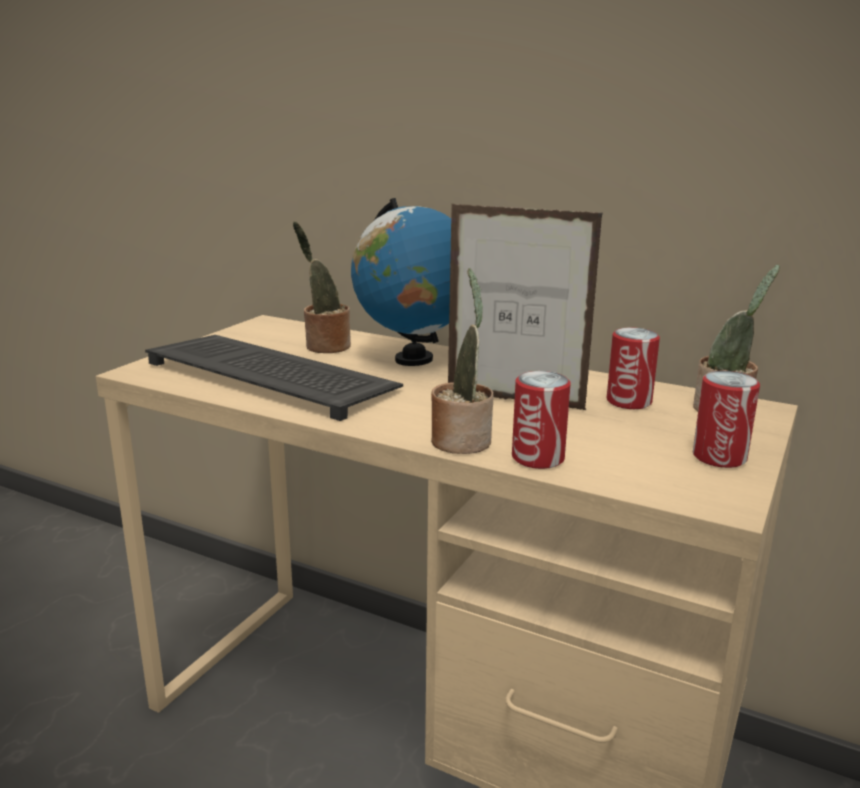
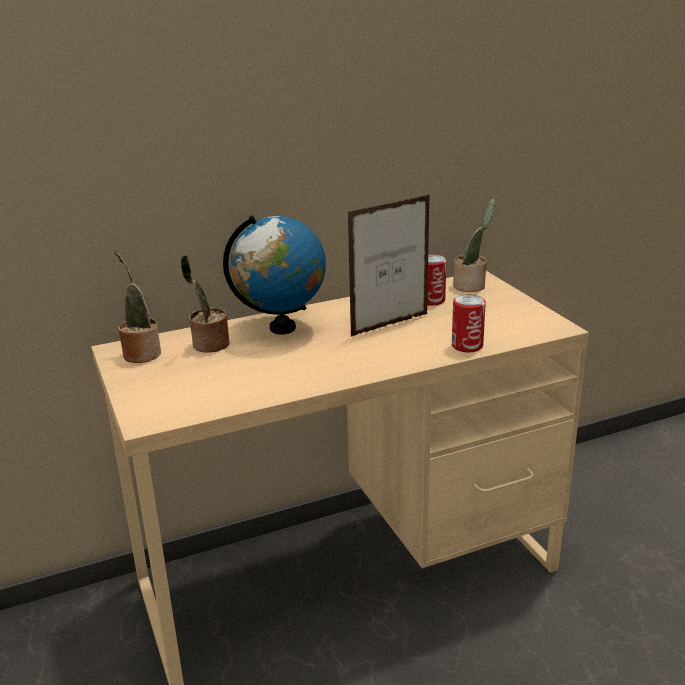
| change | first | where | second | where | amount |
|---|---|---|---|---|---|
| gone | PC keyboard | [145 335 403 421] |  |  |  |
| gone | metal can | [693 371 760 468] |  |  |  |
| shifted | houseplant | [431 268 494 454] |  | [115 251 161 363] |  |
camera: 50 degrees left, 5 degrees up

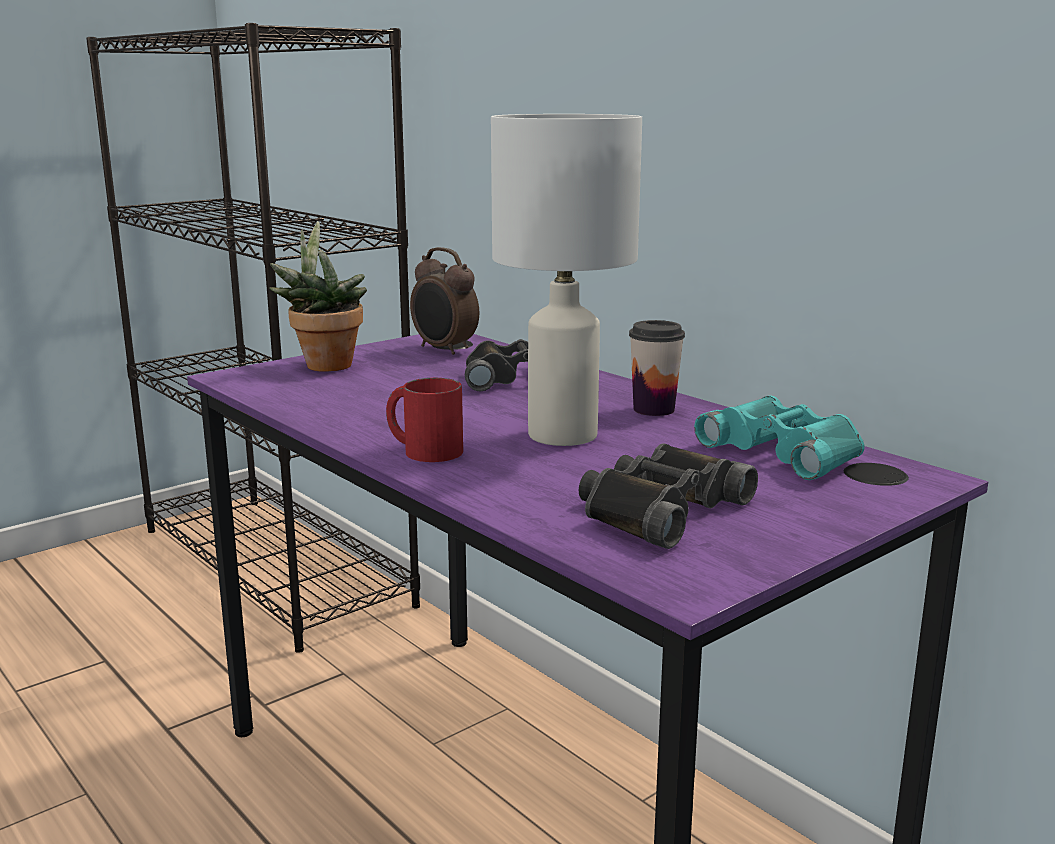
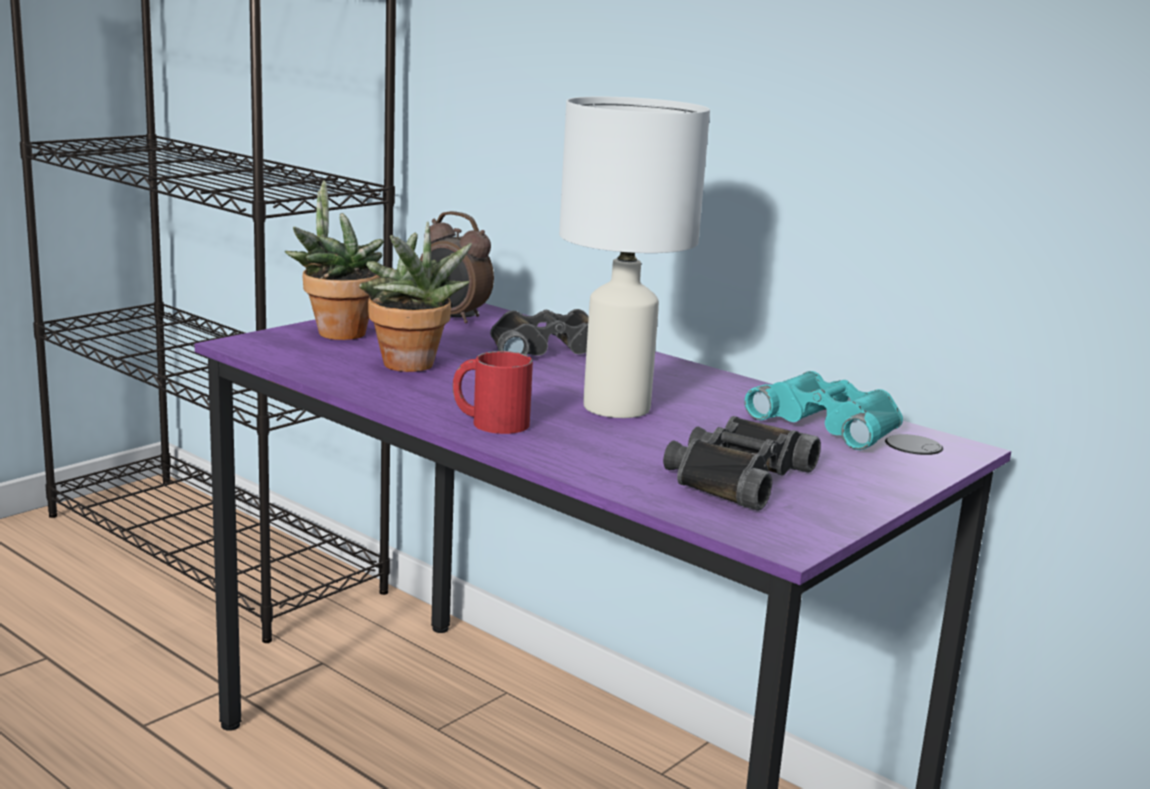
| change | first | where | second | where | amount |
|---|---|---|---|---|---|
| gone | cup | [629 320 685 416] |  |  |  |
| new |  |  | houseplant | [359 222 472 372] |  |
camera: 10 degrees left, 0 degrees up

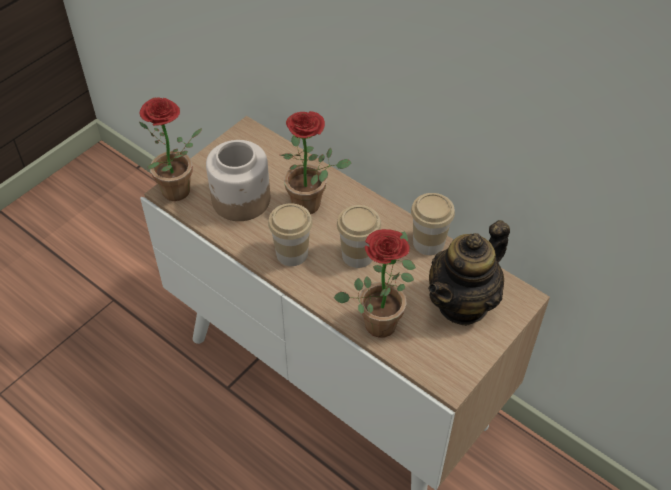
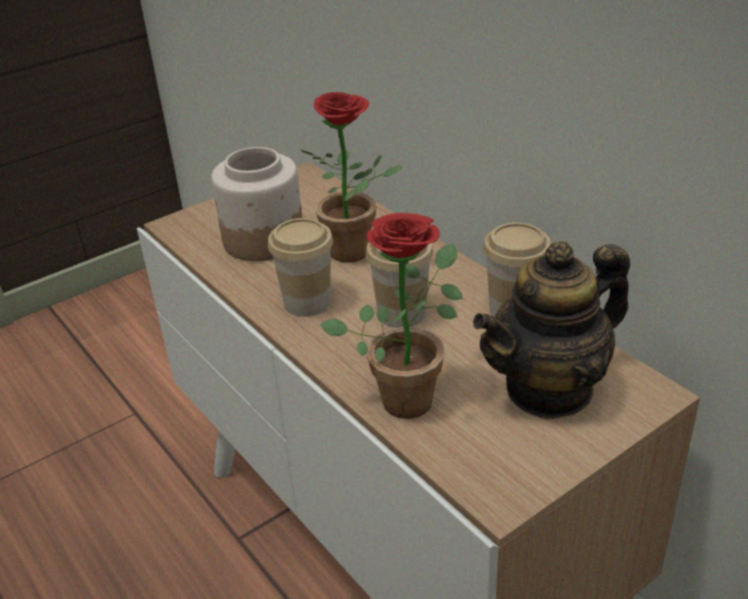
| change | first | where | second | where | amount |
|---|---|---|---|---|---|
| gone | houseplant | [139 97 202 201] |  |  |  |
camera: 15 degrees right, 15 degrees down

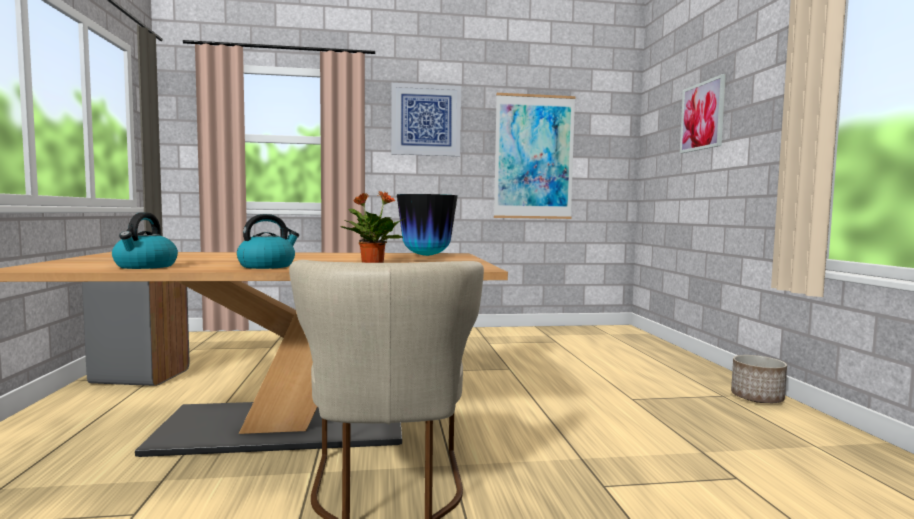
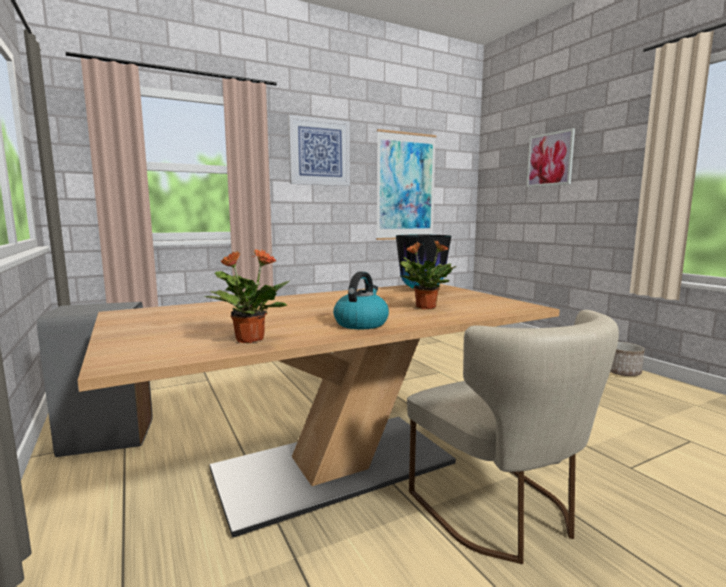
| change | first | where | second | where | amount |
|---|---|---|---|---|---|
| swapped | kettle | [112 212 178 269] | houseplant | [204 249 289 343] |  |
camera: 20 degrees left, 5 degrees up

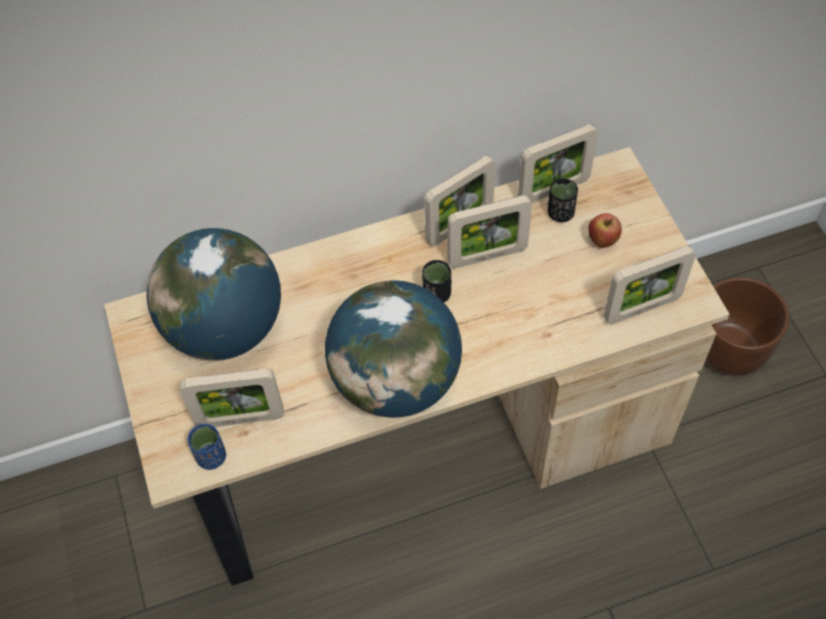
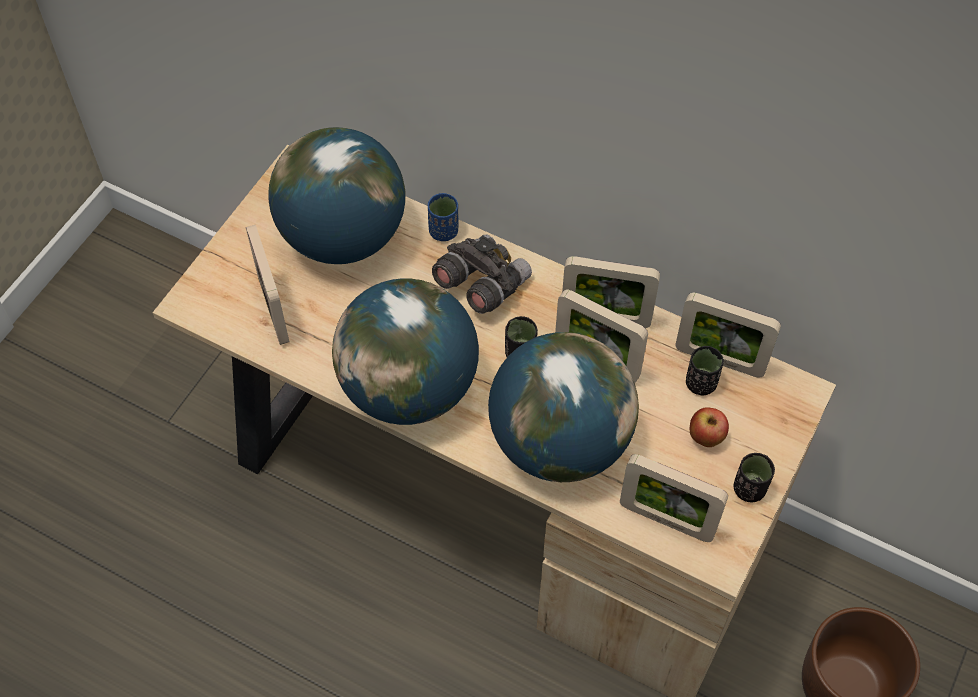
| change | first | where | second | where | amount |
|---|---|---|---|---|---|
| new |  |  | grey field glasses | [432 235 532 314] |  |
| new |  |  | world globe | [488 332 639 482] |  |
| new |  |  | black cup | [733 453 775 502] |  |
| shifted | blue cup | [188 424 226 470] |  | [428 193 459 241] |  |
| rotated | standing frame | [180 369 284 427] |  | [246 225 289 345] | 150 degrees counterclockwise |
camera: 45 degrees right, 0 degrees up

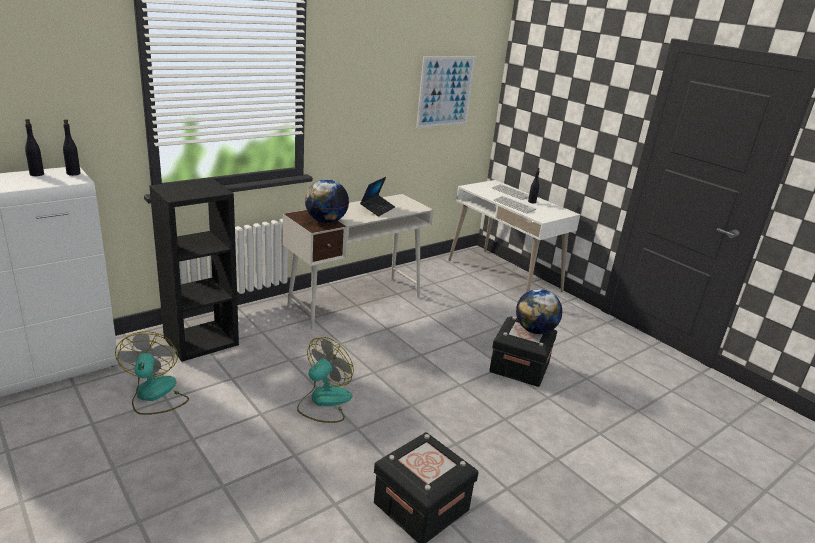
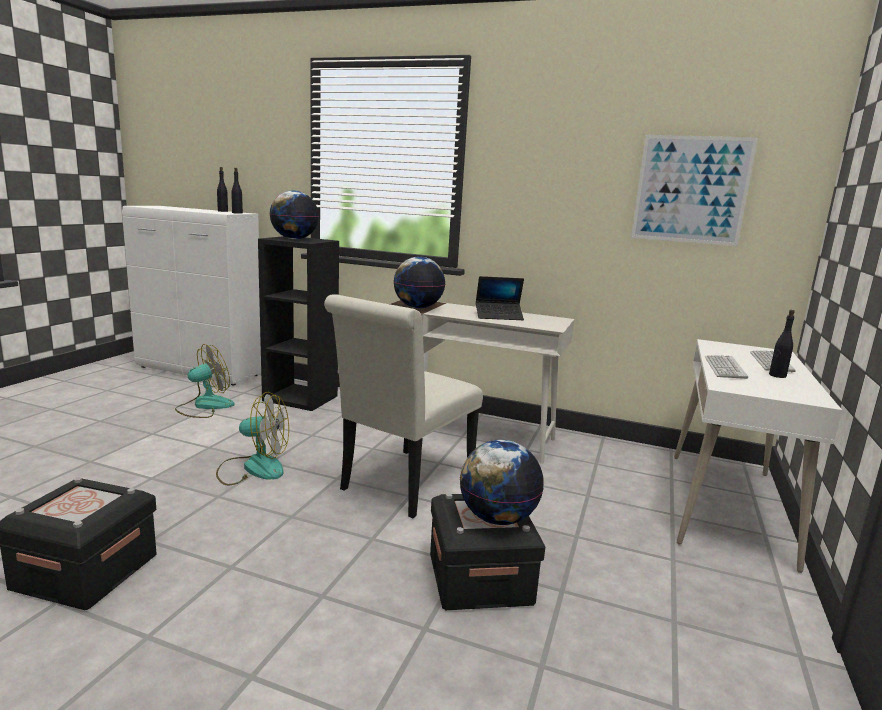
| change | first | where | second | where | amount |
|---|---|---|---|---|---|
| new |  |  | world globe | [270 191 319 239] |  |
| new |  |  | white chair | [324 294 483 518] |  |
camera: 60 degrees right, 10 degrees down

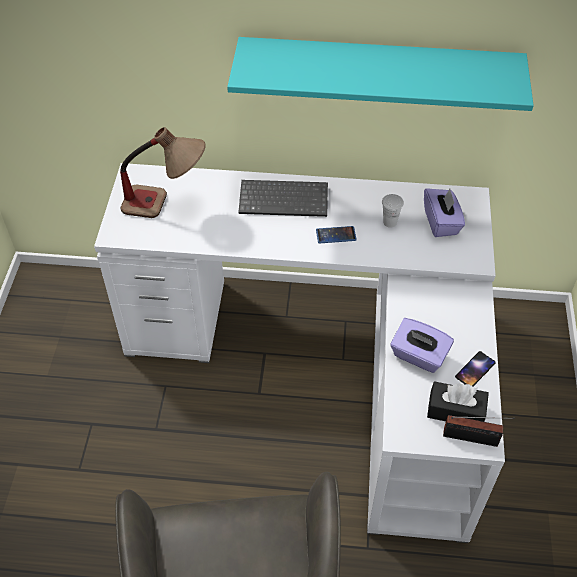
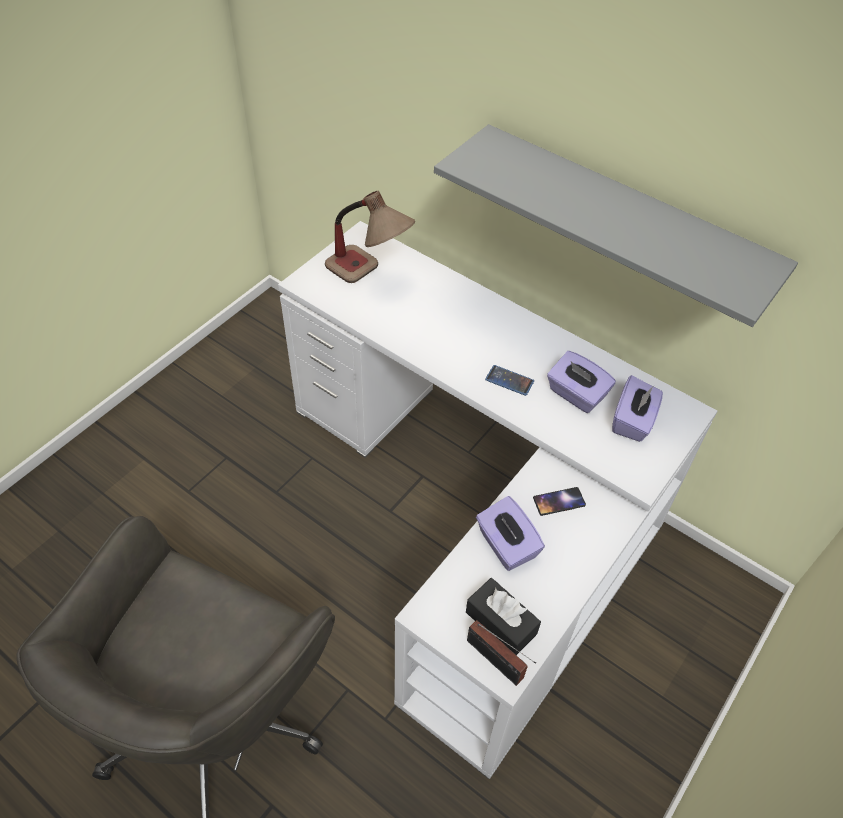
| change | first | where | second | where | amount |
|---|---|---|---|---|---|
| gone | PC keyboard | [238 180 328 217] |  |  |  |
| shifted | phone | [455 351 496 386] |  | [533 487 586 516] |  |
| swapped | white cup | [382 194 404 228] | purple tissue box | [547 351 616 413] |  |
| repainted | turquoise-coloured wall shelf | [227 37 534 111] | grey wall shelf | [434 124 798 327] |  |
camera: 30 degrees right, 0 degrees up

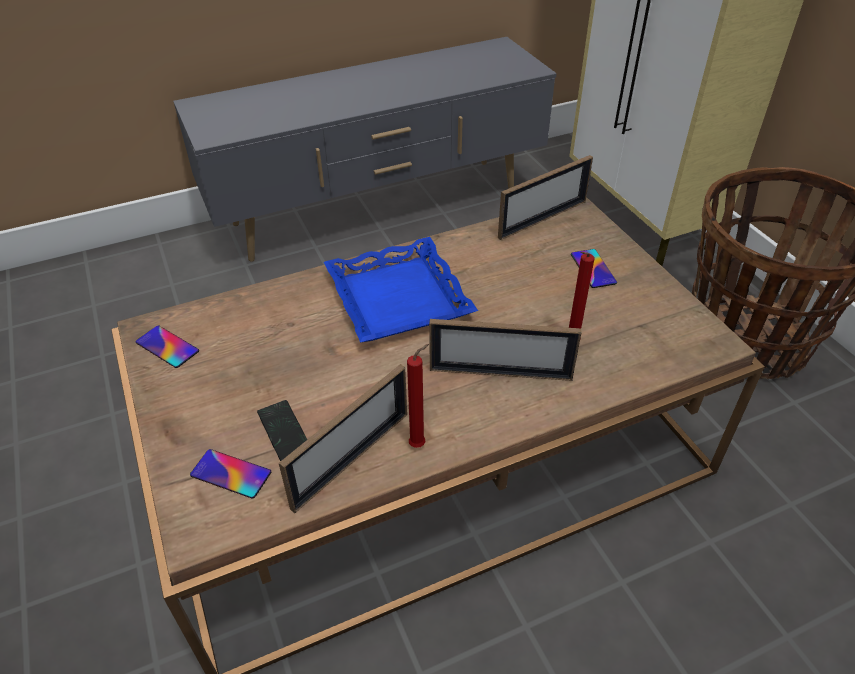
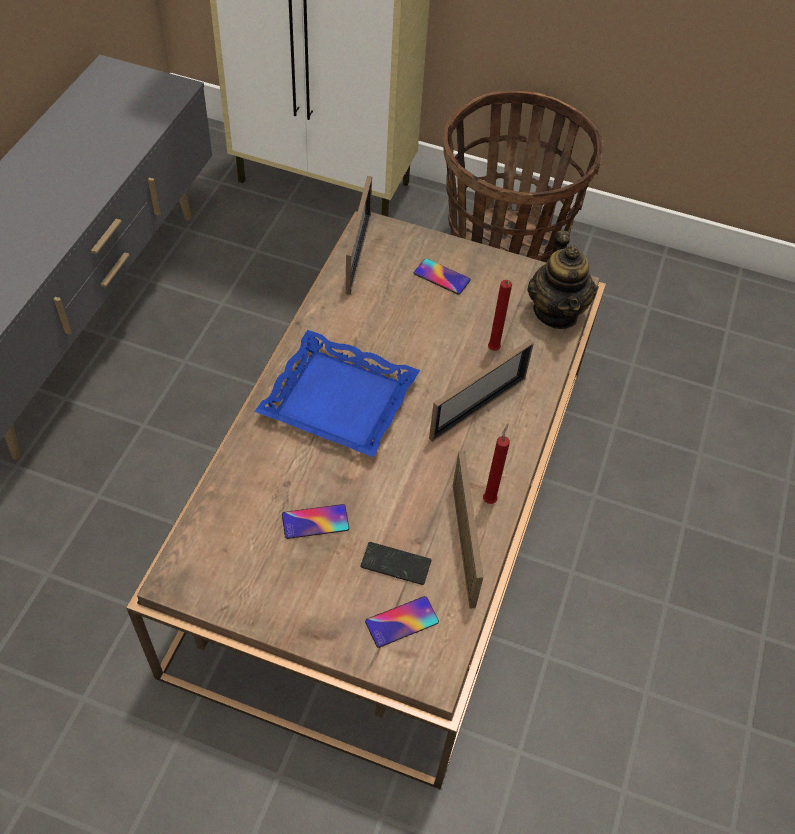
| change | first | where | second | where | amount |
|---|---|---|---|---|---|
| new |  |  | pot for tea | [527 231 597 329] |  |
| shifted | phone | [135 326 199 368] |  | [282 504 349 539] |  |
camera: 50 degrees left, 10 degrees up

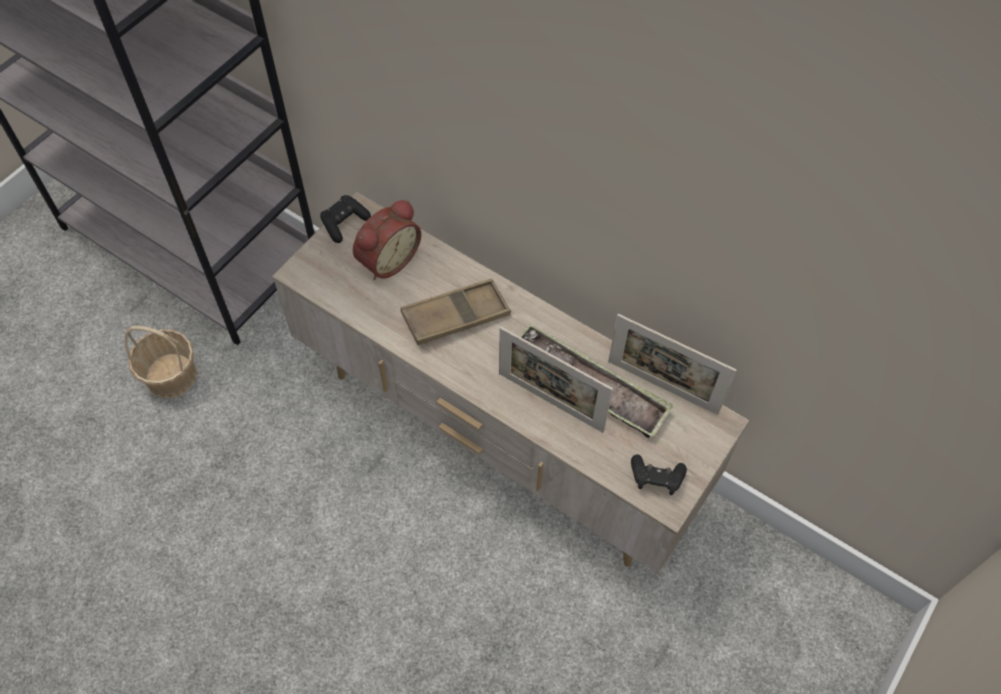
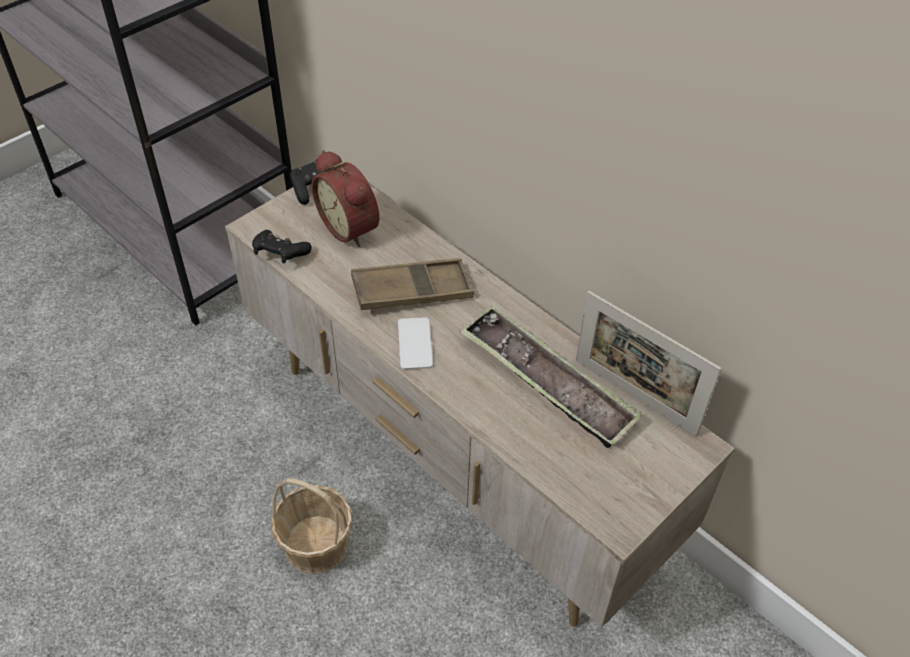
| change | first | where | second | where | amount |
|---|---|---|---|---|---|
| gone | standing frame | [499 327 613 433] |  |  |  |
| new |  |  | phone | [398 317 433 370] |  |
| shifted | household basket | [125 326 197 399] |  | [271 478 352 575] |  |
| shifted | black joypad | [631 454 687 495] |  | [252 230 312 264] |  |
| rotated | alarm clock | [353 200 421 280] |  | [311 150 379 247] | 90 degrees clockwise |
camera: 10 degrees right, 10 degrees down

